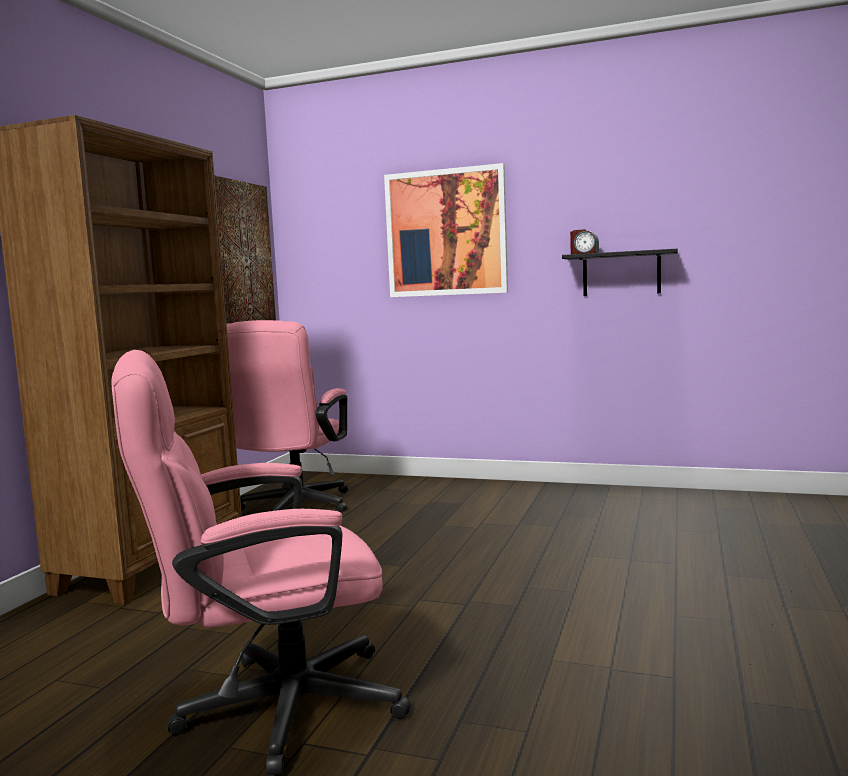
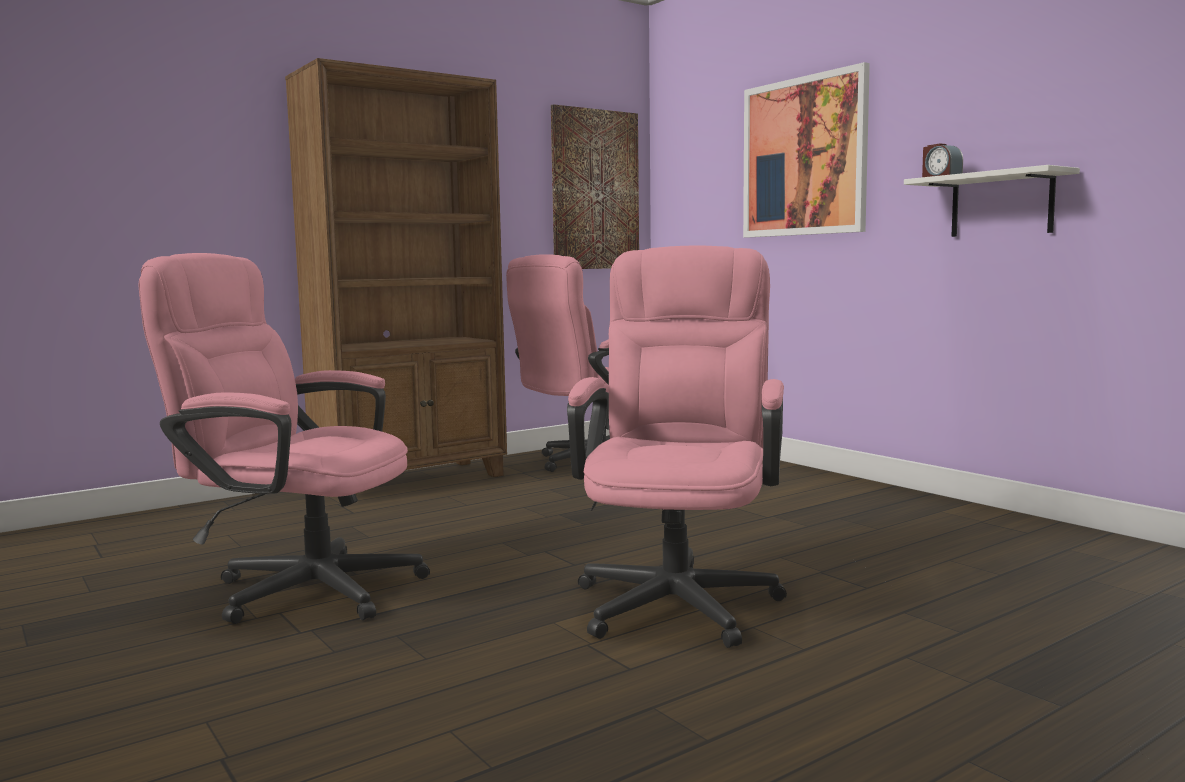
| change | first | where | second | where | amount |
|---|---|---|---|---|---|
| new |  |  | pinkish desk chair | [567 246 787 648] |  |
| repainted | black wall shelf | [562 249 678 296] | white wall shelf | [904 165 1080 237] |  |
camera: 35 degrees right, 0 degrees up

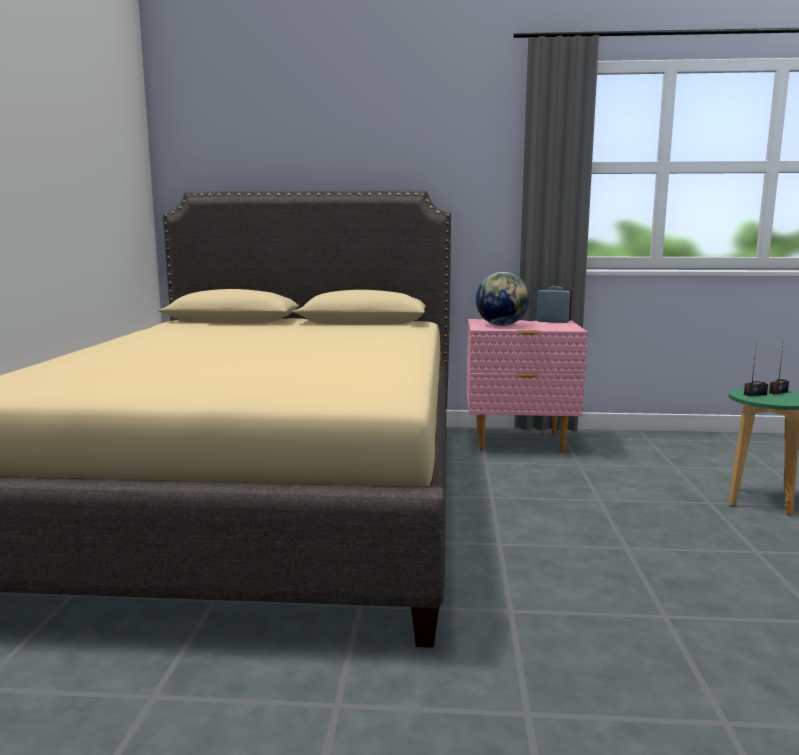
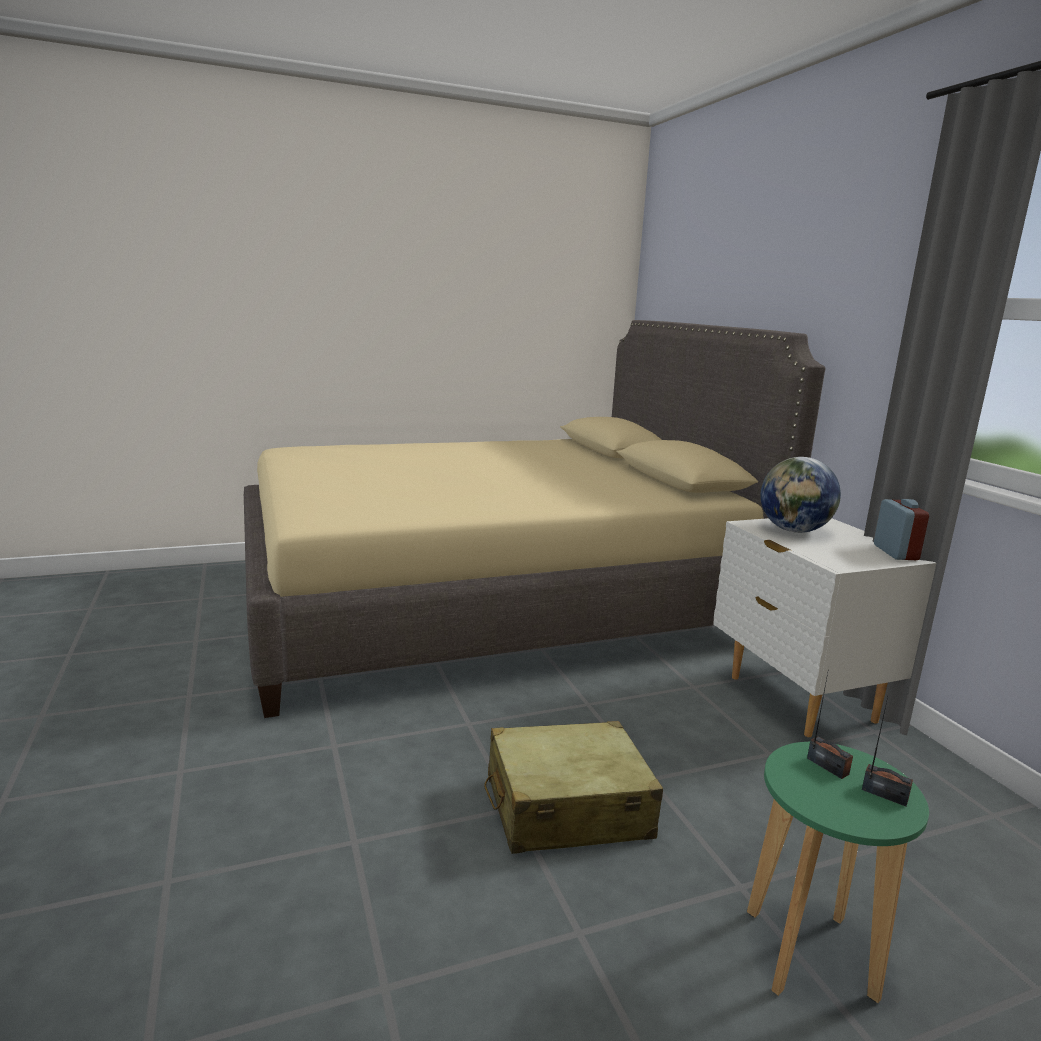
| change | first | where | second | where | amount |
|---|---|---|---|---|---|
| new |  |  | beige travel case | [484 721 663 854] |  |
| repainted | pinkish night table | [466 319 587 452] | white night table | [713 518 936 737] |  |
camera: 65 degrees right, 5 degrees up

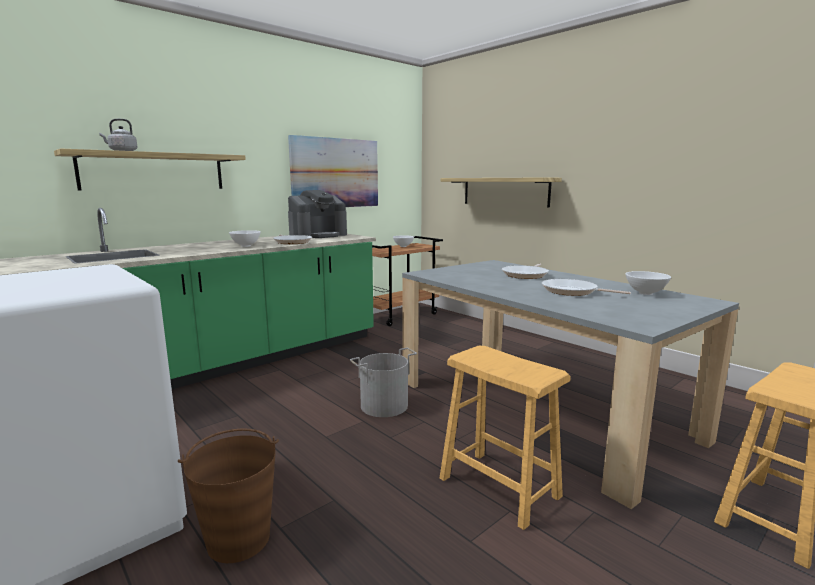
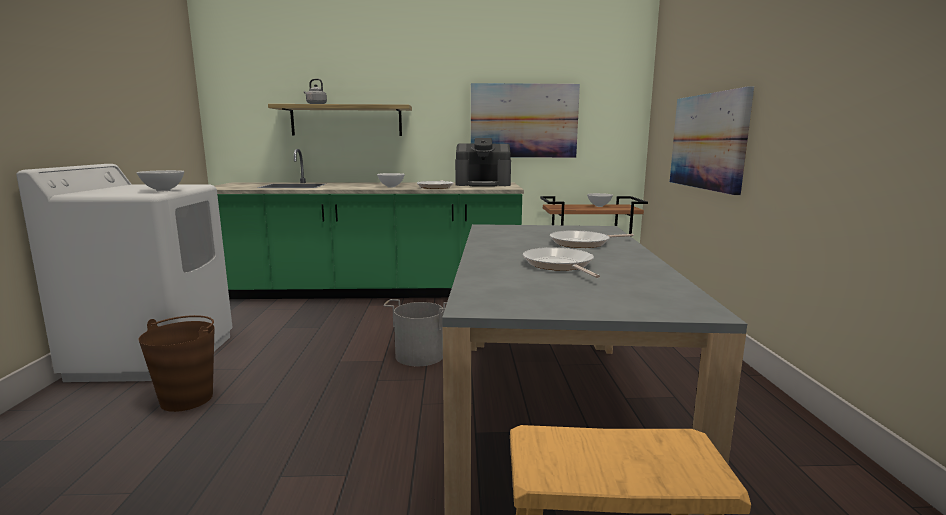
| change | first | where | second | where | amount |
|---|---|---|---|---|---|
| gone | brownish stool seat | [440 346 571 530] |  |  |  |
| shifted | white serving bowl | [626 271 671 295] |  | [137 170 184 191] |  |
| swapped | wall shelf | [440 177 562 207] | wall art | [670 86 754 195] |  |
camera: 40 degrees right, 0 degrees up

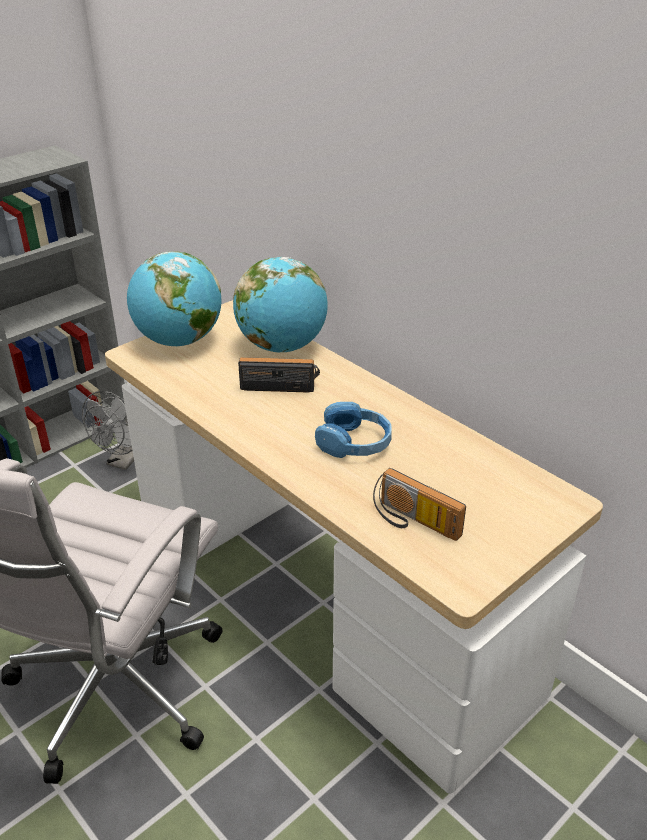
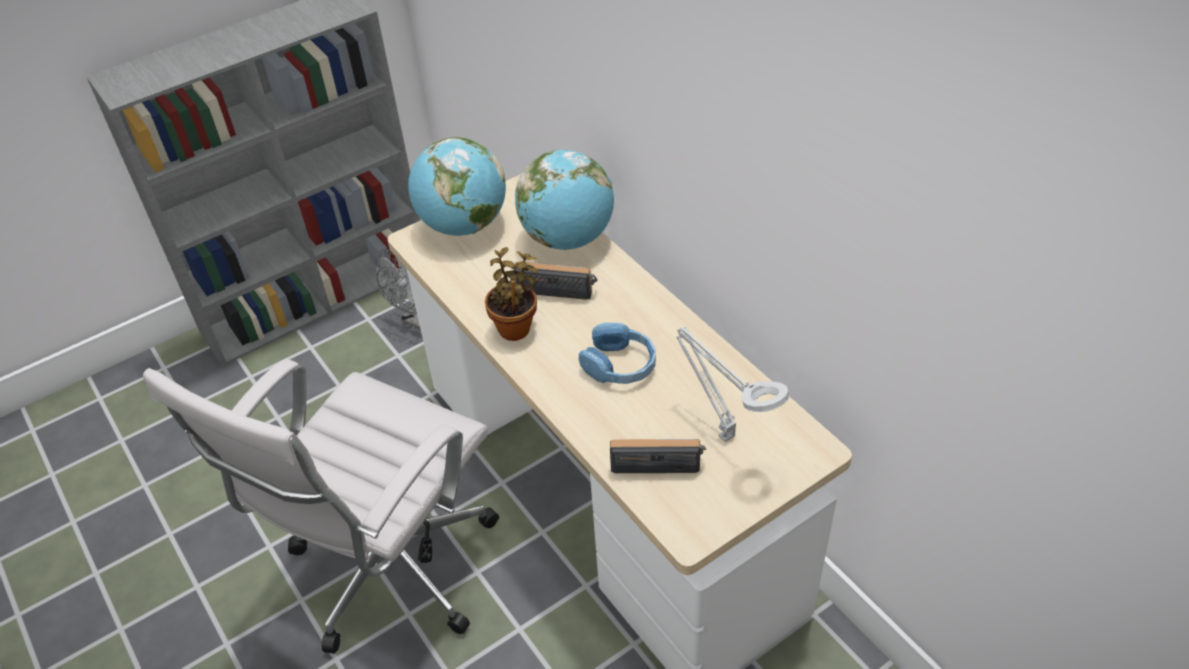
| change | first | where | second | where | amount |
|---|---|---|---|---|---|
| new |  |  | houseplant | [485 247 538 341] |  |
| new |  |  | grey lamp for a table | [676 327 789 442] |  |
| rotated | radio set | [373 468 466 541] |  | [610 439 706 473] | 135 degrees clockwise |
camera: 10 degrees right, 10 degrees up

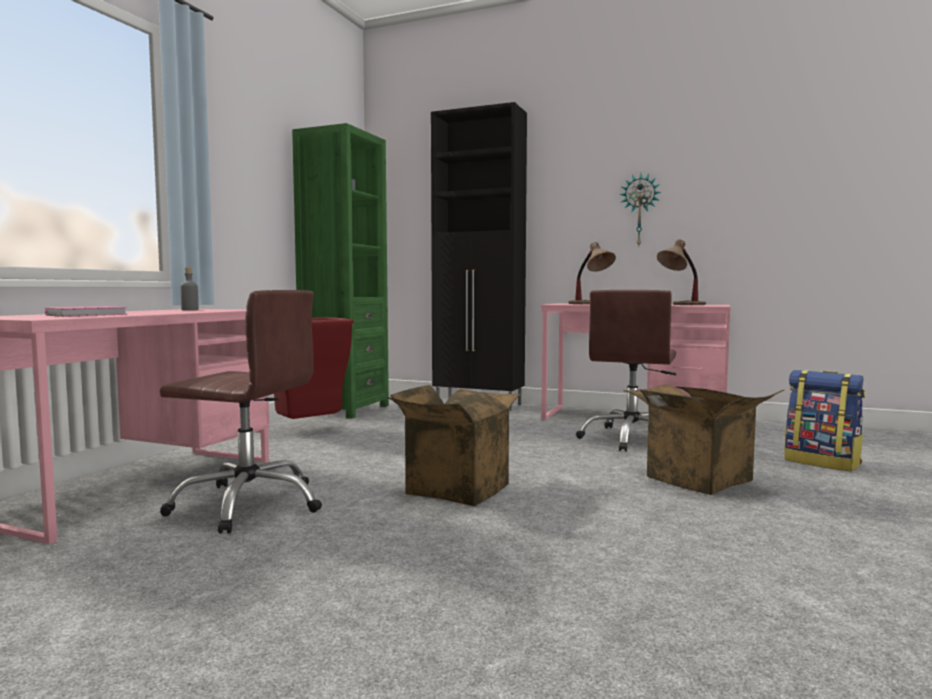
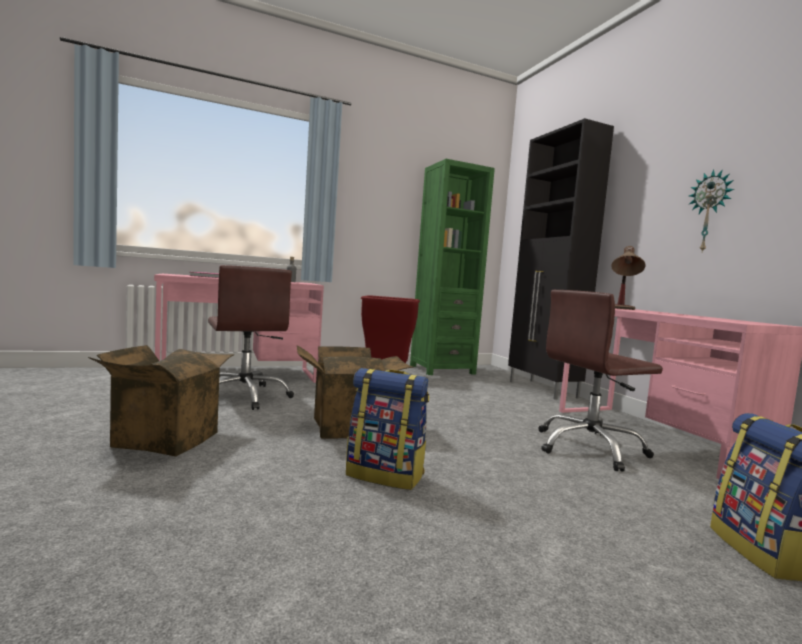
| change | first | where | second | where | amount |
|---|---|---|---|---|---|
| gone | lamp for a table | [657 239 706 305] |  |  |  |
| new |  |  | rucksack | [346 368 429 490] |  |
| shifted | packing box | [623 384 784 495] |  | [88 345 234 456] |  |
camera: 45 degrees right, 0 degrees up

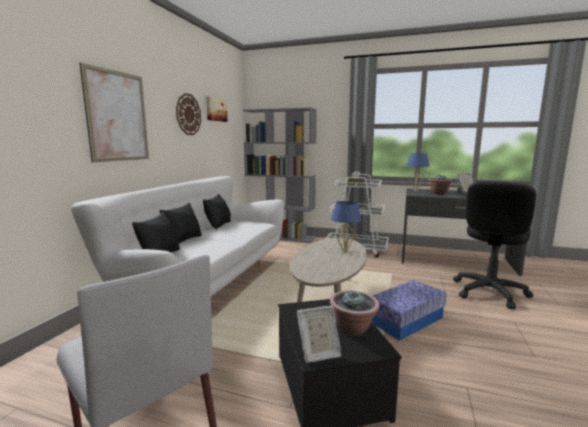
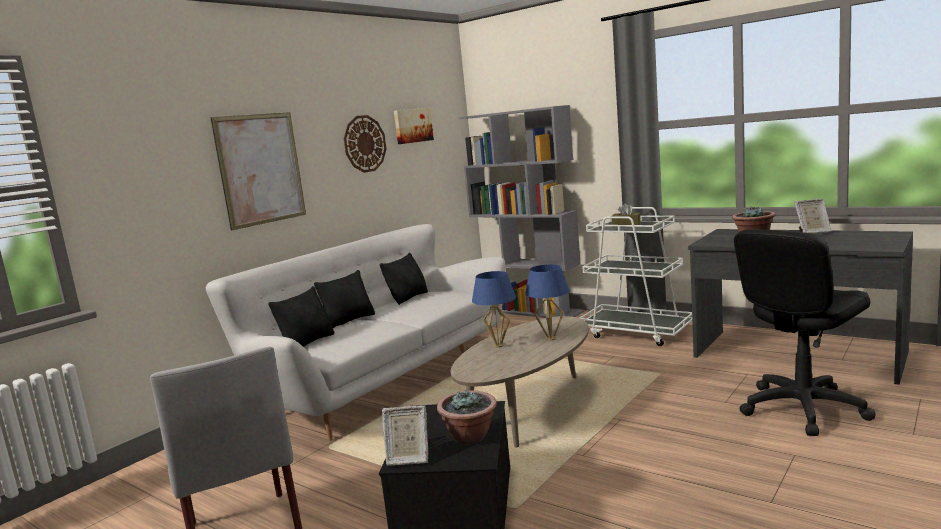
| change | first | where | second | where | amount |
|---|---|---|---|---|---|
| gone | storage box | [372 280 447 340] |  |  |  |
| shifted | blue lamp for a table | [406 153 429 191] |  | [472 271 516 348] |  |
camera: 20 degrees right, 0 degrees up

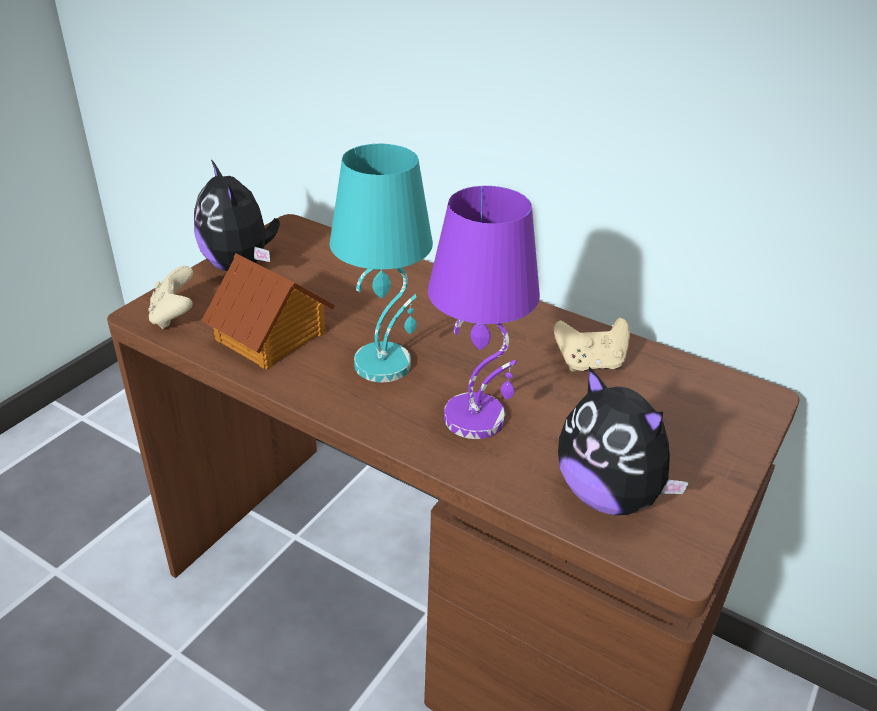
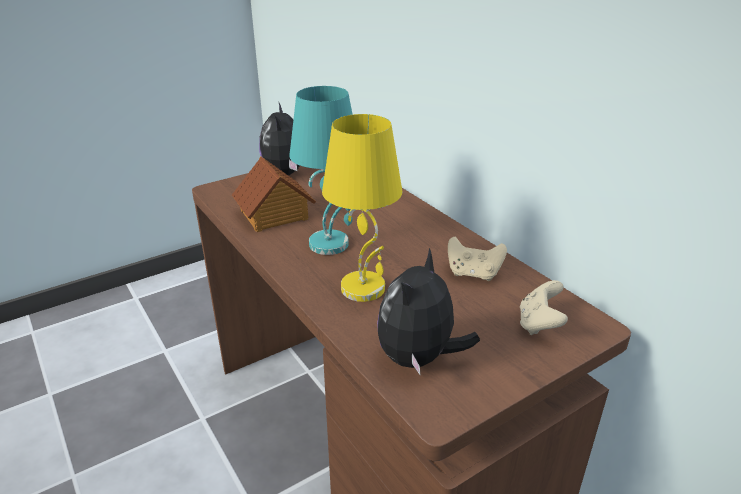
| change | first | where | second | where | amount |
|---|---|---|---|---|---|
| shifted | beige joypad | [148 266 193 329] |  | [520 280 568 335] |  |
| repainted | purple lamp for a table | [428 186 540 439] | yellow lamp for a table | [322 114 403 302] |  |
| rotated | plush toy | [558 367 689 515] |  | [377 248 480 376] | 45 degrees clockwise |
camera: 25 degrees right, 5 degrees down

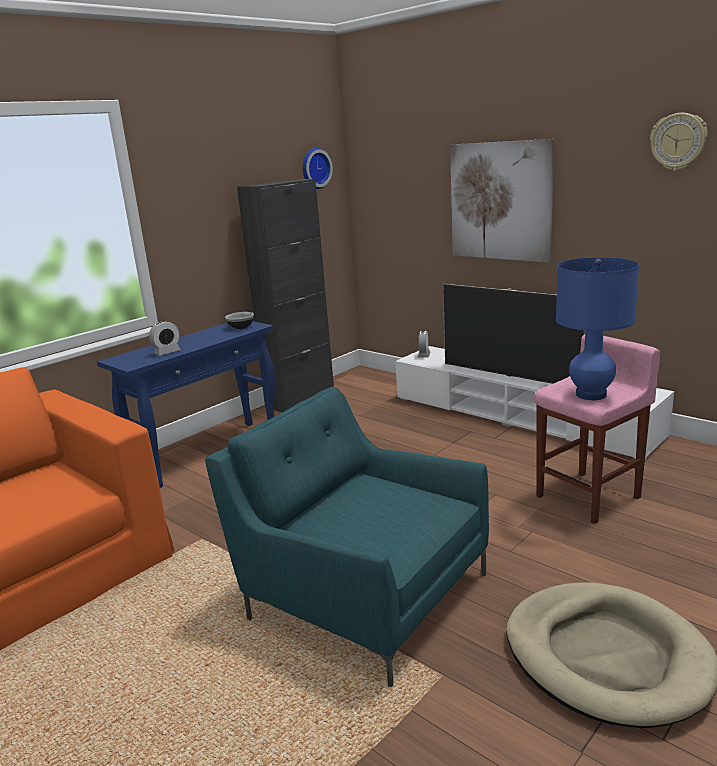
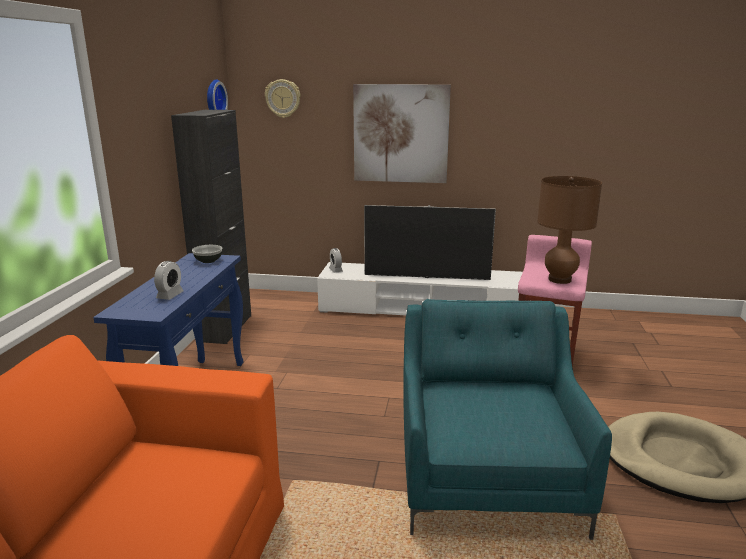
| change | first | where | second | where | amount |
|---|---|---|---|---|---|
| shifted | hanging clock | [650 113 708 171] |  | [265 79 301 118] |  |
| repainted | blue lamp for a table | [556 257 639 400] | brownish lamp for a table | [537 176 602 284] |  |
| rotated | turquoise-coloured armchair | [205 387 489 688] |  | [403 299 612 540] | 90 degrees clockwise |
camera: 35 degrees left, 0 degrees up

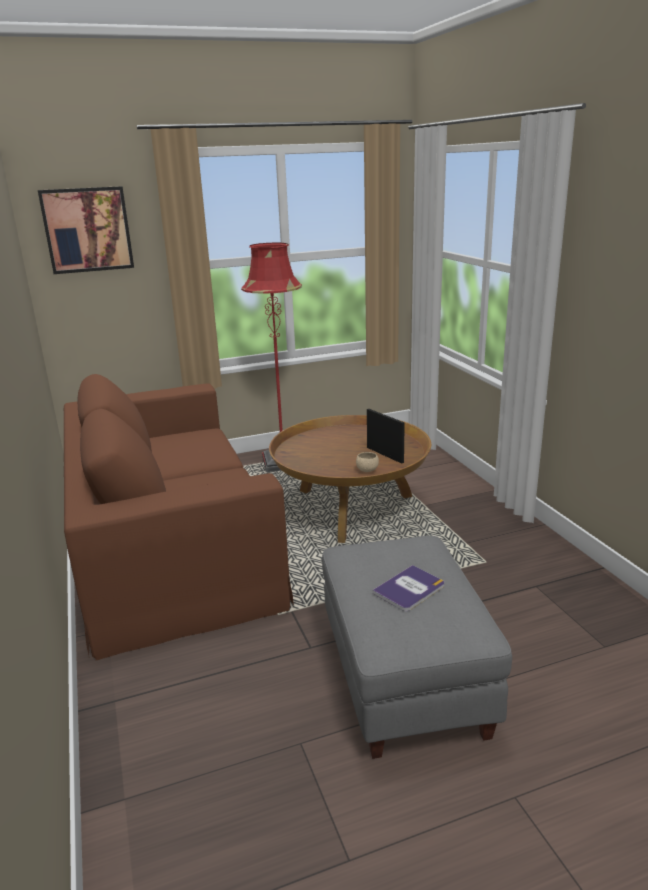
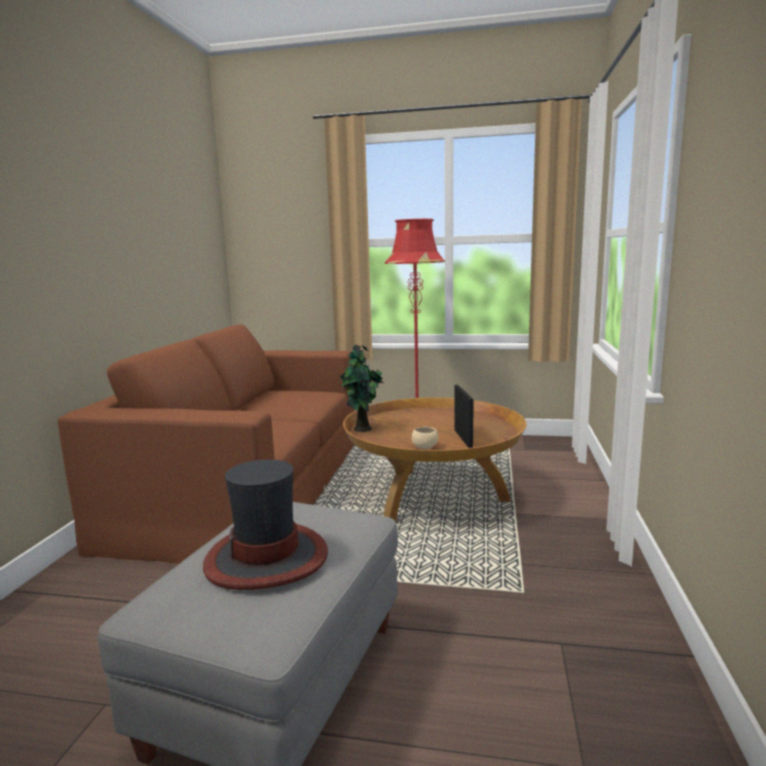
| change | first | where | second | where | amount |
|---|---|---|---|---|---|
| gone | wall art | [38 186 134 274] |  |  |  |
| new |  |  | houseplant | [338 344 384 432] |  |
| swapped | book | [372 565 444 611] | wearable hat | [203 459 328 590] |  |
camera: 30 degrees right, 10 degrees down

